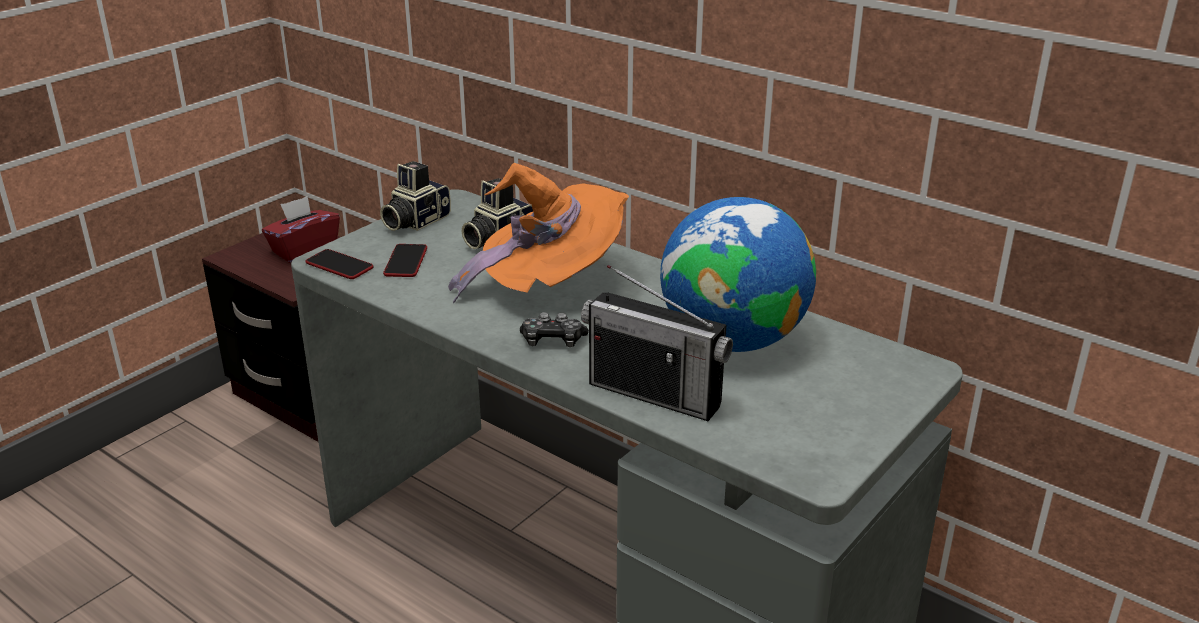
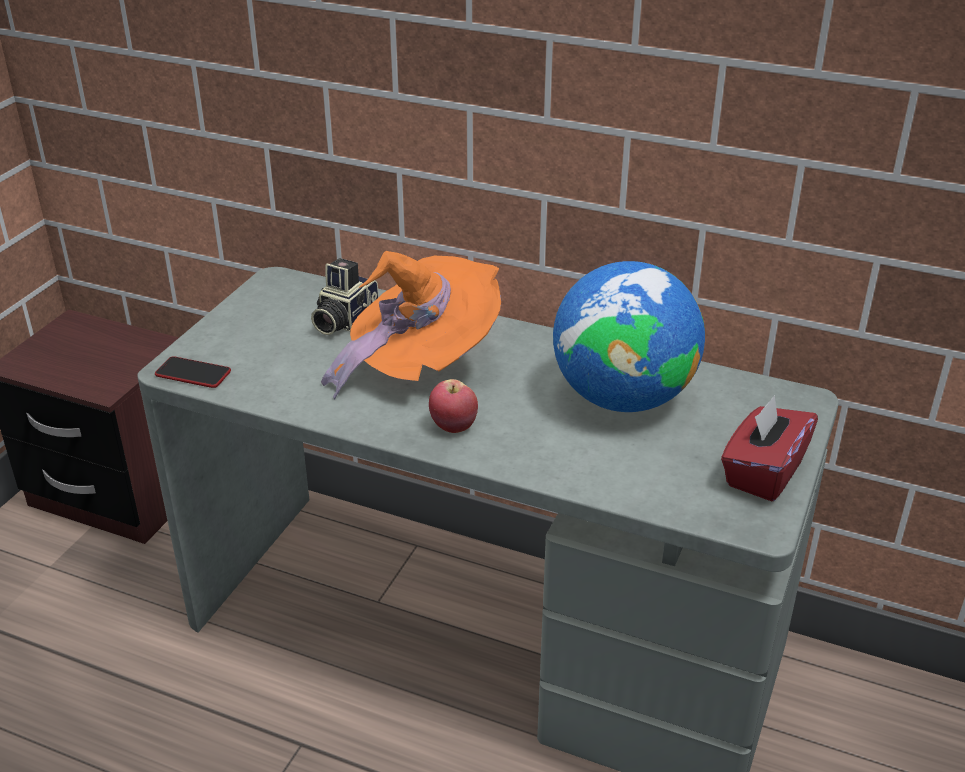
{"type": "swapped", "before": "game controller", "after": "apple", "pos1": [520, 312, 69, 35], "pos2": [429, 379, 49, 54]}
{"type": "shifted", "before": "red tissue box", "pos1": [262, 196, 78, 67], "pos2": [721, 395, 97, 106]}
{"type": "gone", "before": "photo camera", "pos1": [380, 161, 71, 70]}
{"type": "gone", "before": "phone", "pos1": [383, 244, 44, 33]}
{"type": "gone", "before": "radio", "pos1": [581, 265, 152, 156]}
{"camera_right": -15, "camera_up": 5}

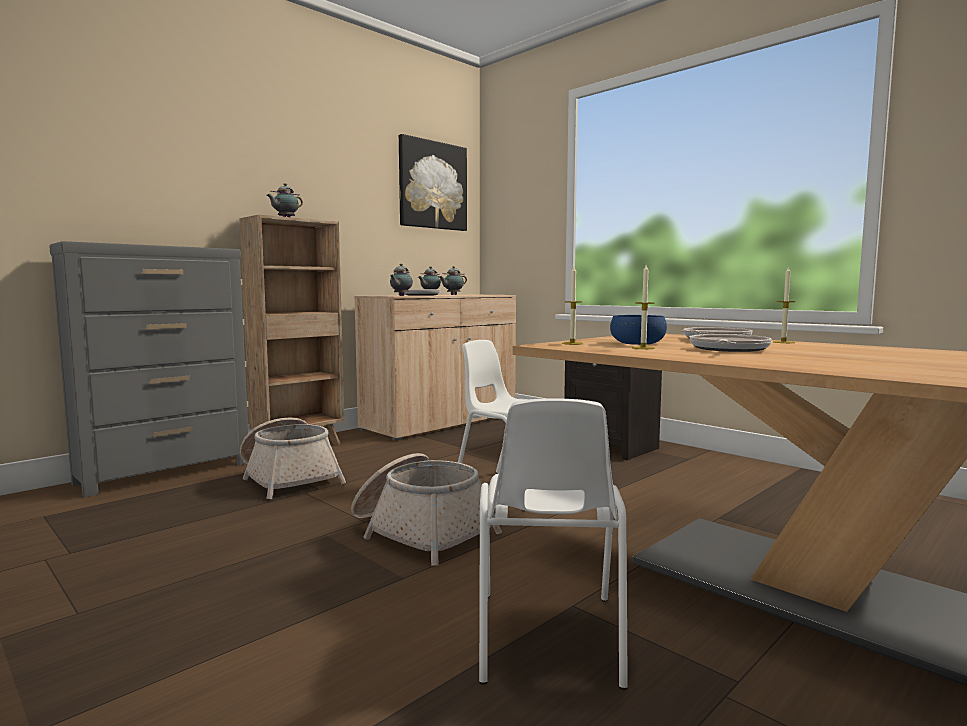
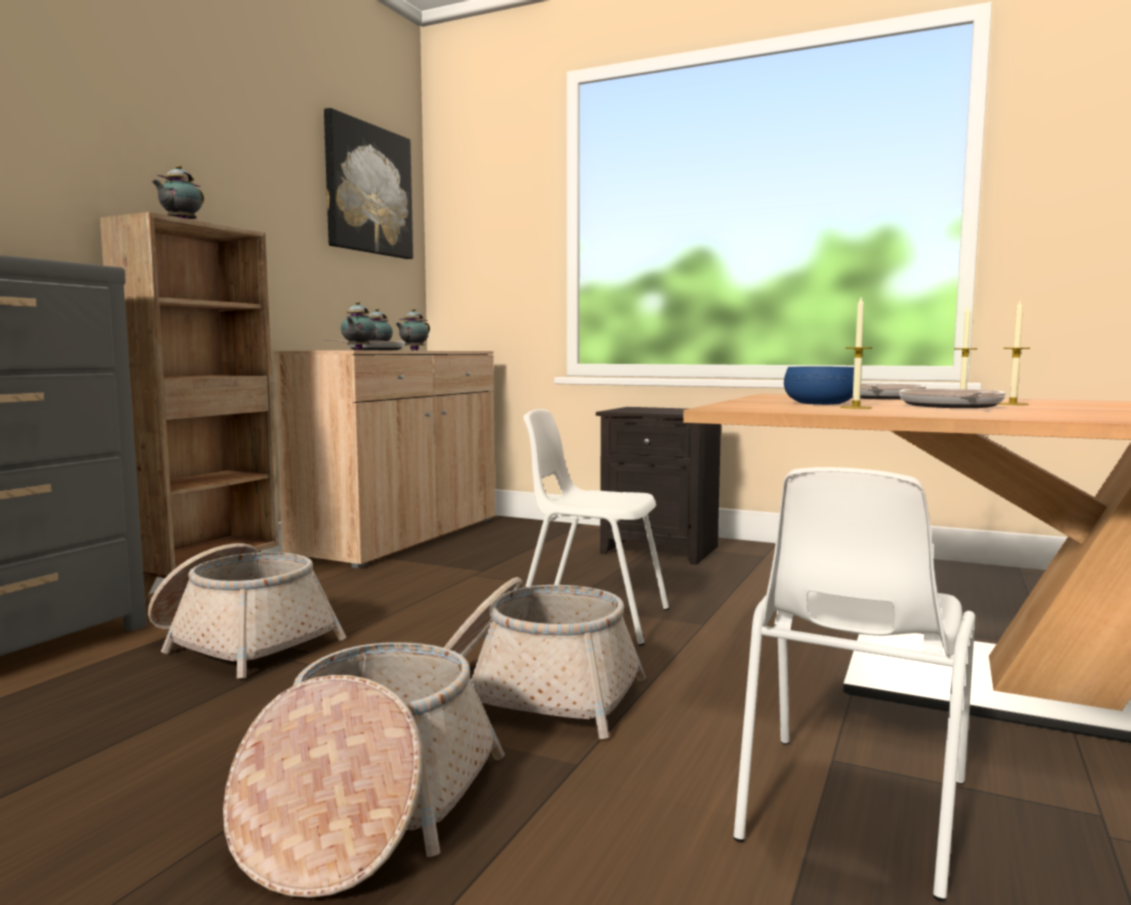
{"type": "new", "after": "basket", "pos2": [223, 642, 282, 256]}
{"type": "rotated", "before": "white chair", "pos1": [479, 398, 149, 292], "pos2": [733, 467, 242, 434], "turn": 45}
{"type": "shifted", "before": "candle", "pos1": [562, 267, 21, 78], "pos2": [999, 301, 31, 104]}
{"camera_right": -20, "camera_up": 0}

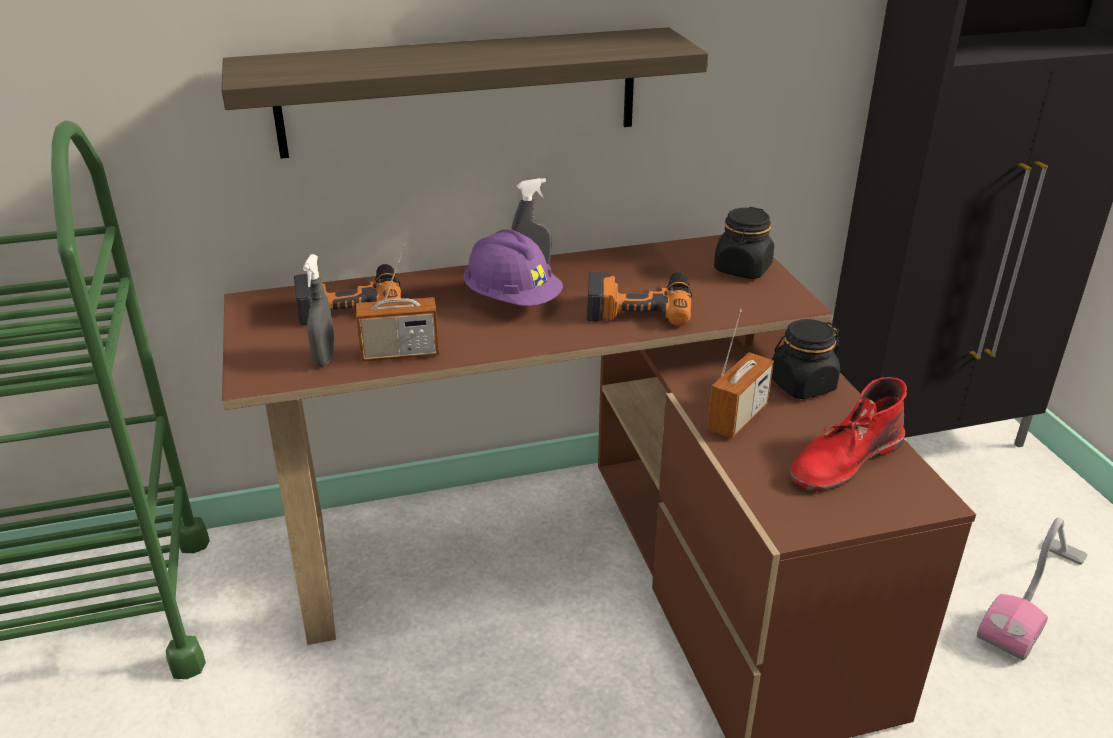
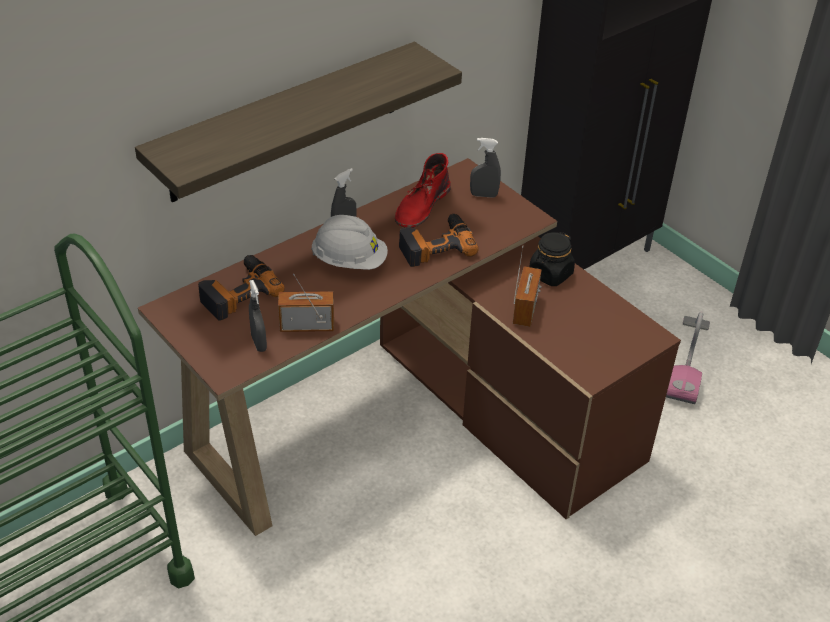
{"type": "rotated", "before": "radio", "pos1": [356, 243, 83, 119], "pos2": [278, 274, 56, 58], "turn": -150}
{"type": "repainted", "before": "purple hard hat", "after": "white hard hat", "pos1": [463, 229, 100, 77], "pos2": [311, 215, 77, 55]}
{"type": "shifted", "before": "red boot", "pos1": [789, 377, 118, 114], "pos2": [395, 153, 56, 75]}
{"type": "swapped", "before": "black jar", "after": "grey spray bottle", "pos1": [714, 207, 60, 72], "pos2": [470, 138, 31, 60]}
{"camera_right": -25, "camera_up": 10}

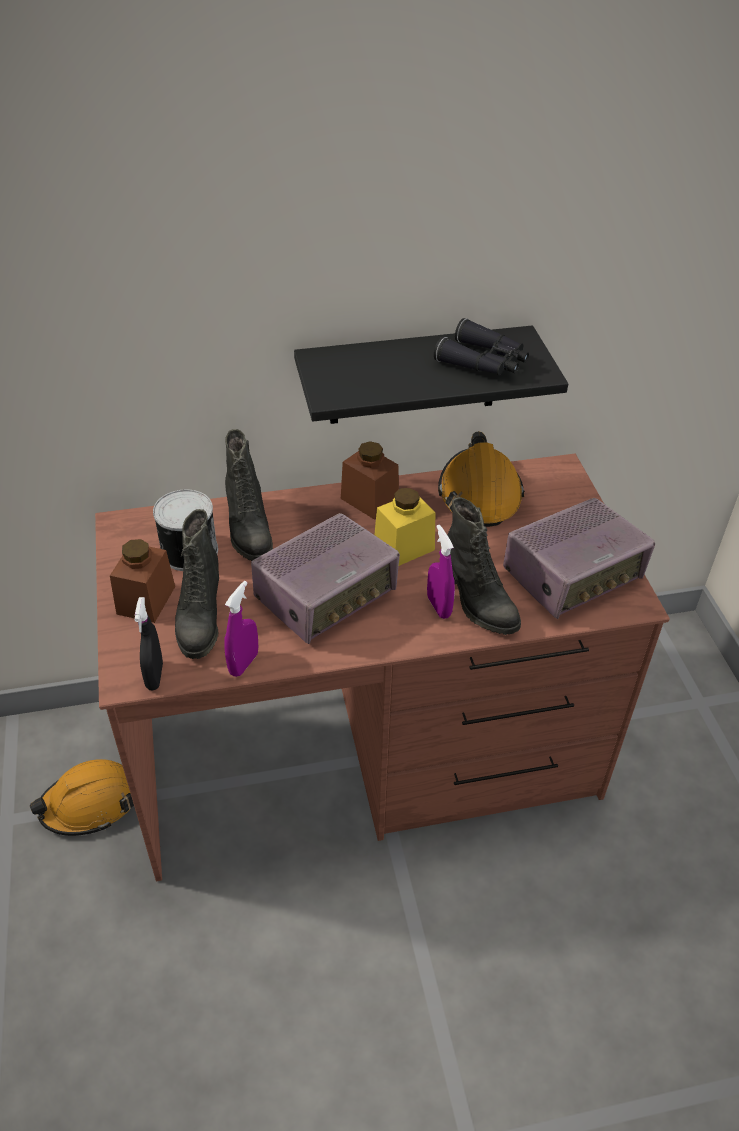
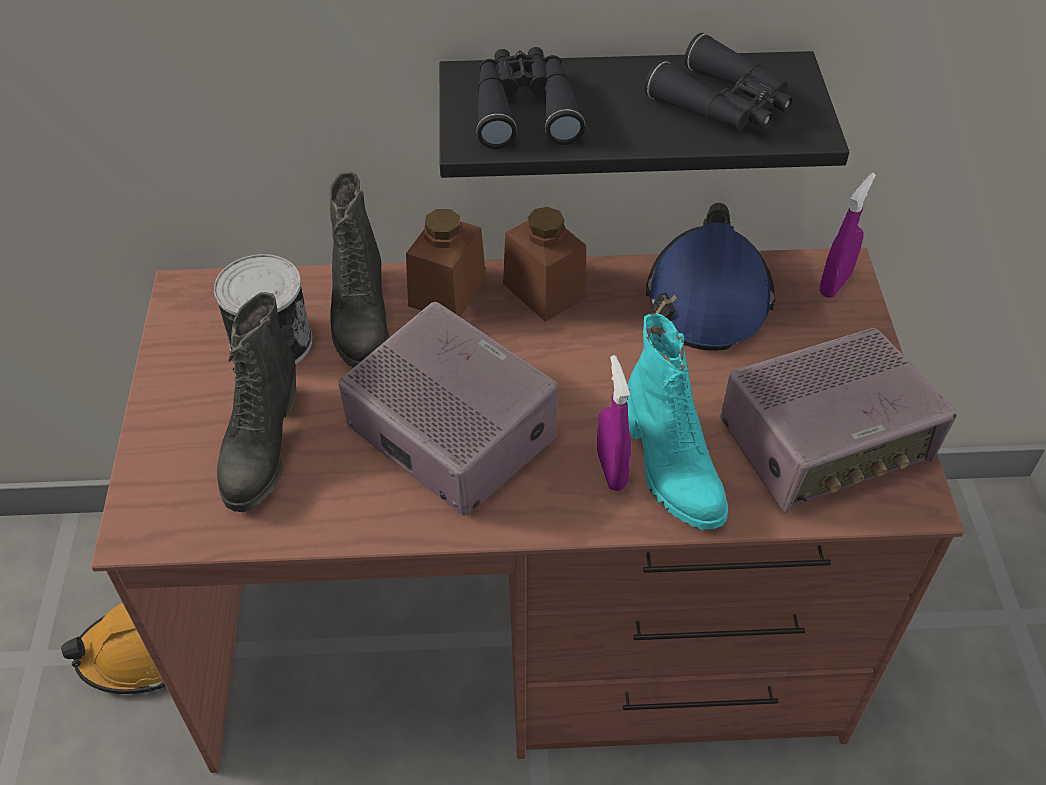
{"type": "rotated", "before": "radio", "pos1": [251, 513, 149, 131], "pos2": [339, 302, 219, 214], "turn": -105}
{"type": "shifted", "before": "brown jar", "pos1": [110, 539, 65, 84], "pos2": [406, 209, 80, 108]}
{"type": "new", "after": "black binoculars", "pos2": [476, 47, 109, 102]}
{"type": "repainted", "before": "black boot", "after": "turquoise boot", "pos1": [447, 497, 74, 138], "pos2": [627, 313, 101, 217]}
{"type": "repainted", "before": "orange hard hat", "after": "blue hard hat", "pos1": [438, 431, 87, 96], "pos2": [646, 203, 129, 148]}
{"type": "shifted", "before": "purple spray bottle", "pos1": [224, 581, 34, 96], "pos2": [819, 173, 57, 125]}
{"type": "gone", "before": "black spray bottle", "pos1": [135, 597, 28, 94]}
{"type": "gone", "before": "yellow jar", "pos1": [374, 488, 61, 78]}
{"camera_right": 10, "camera_up": 5}

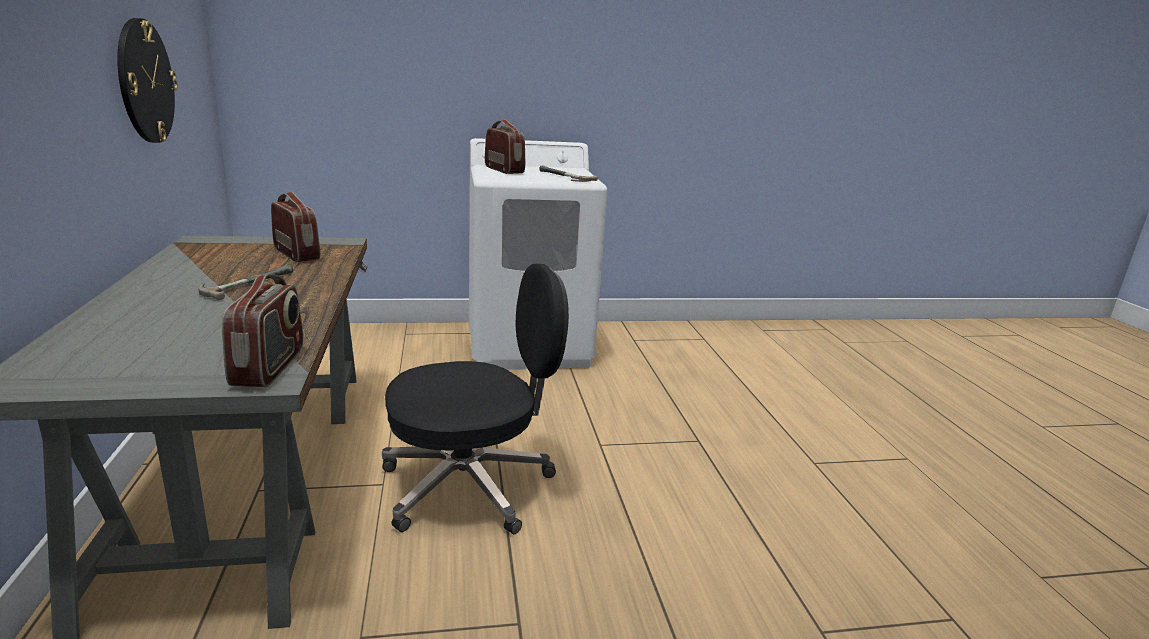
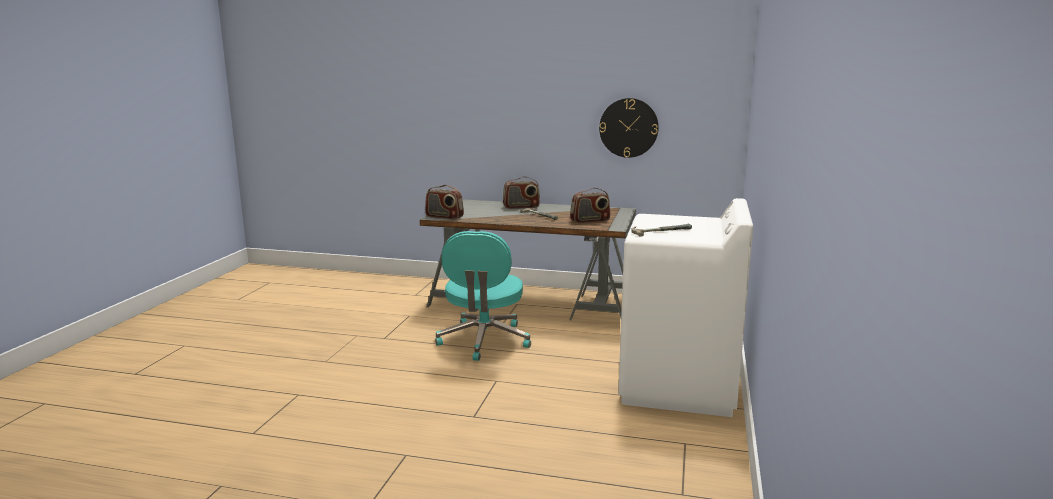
{"type": "repainted", "before": "black office chair", "after": "turquoise office chair", "pos1": [382, 264, 187, 270], "pos2": [435, 231, 96, 130]}
{"type": "shifted", "before": "radio", "pos1": [485, 119, 40, 55], "pos2": [503, 176, 37, 33]}
{"camera_right": 115, "camera_up": -5}

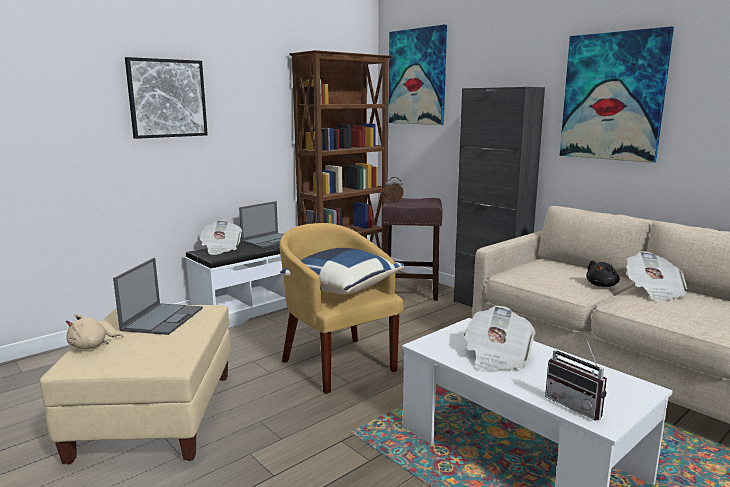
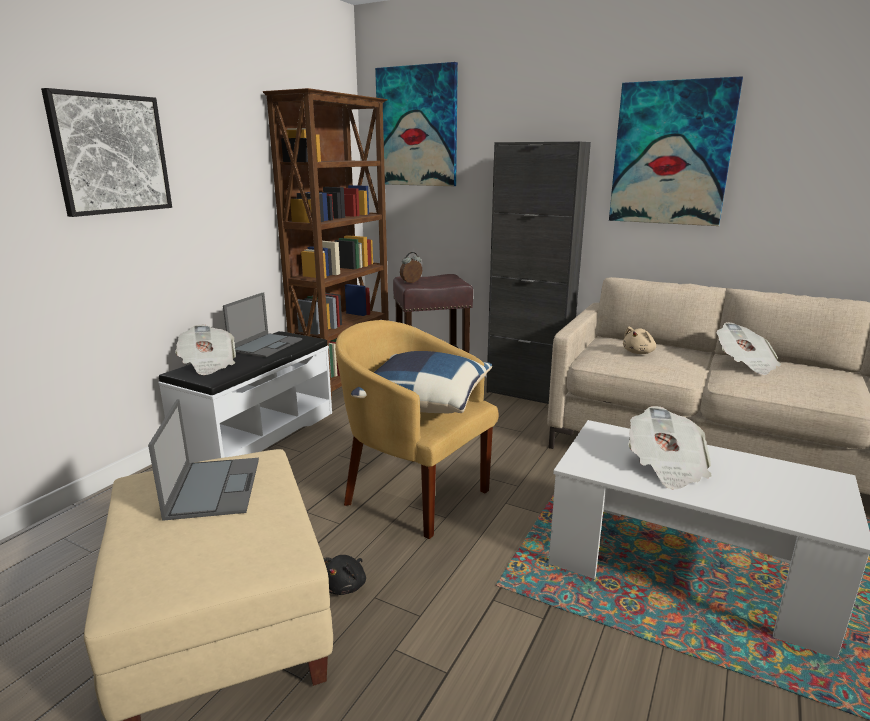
{"type": "shifted", "before": "black plush toy", "pos1": [586, 260, 34, 27], "pos2": [323, 555, 43, 40]}
{"type": "shifted", "before": "beige plush toy", "pos1": [66, 314, 58, 35], "pos2": [623, 327, 33, 27]}
{"type": "gone", "before": "radio", "pos1": [545, 338, 62, 83]}
{"camera_right": -20, "camera_up": 5}

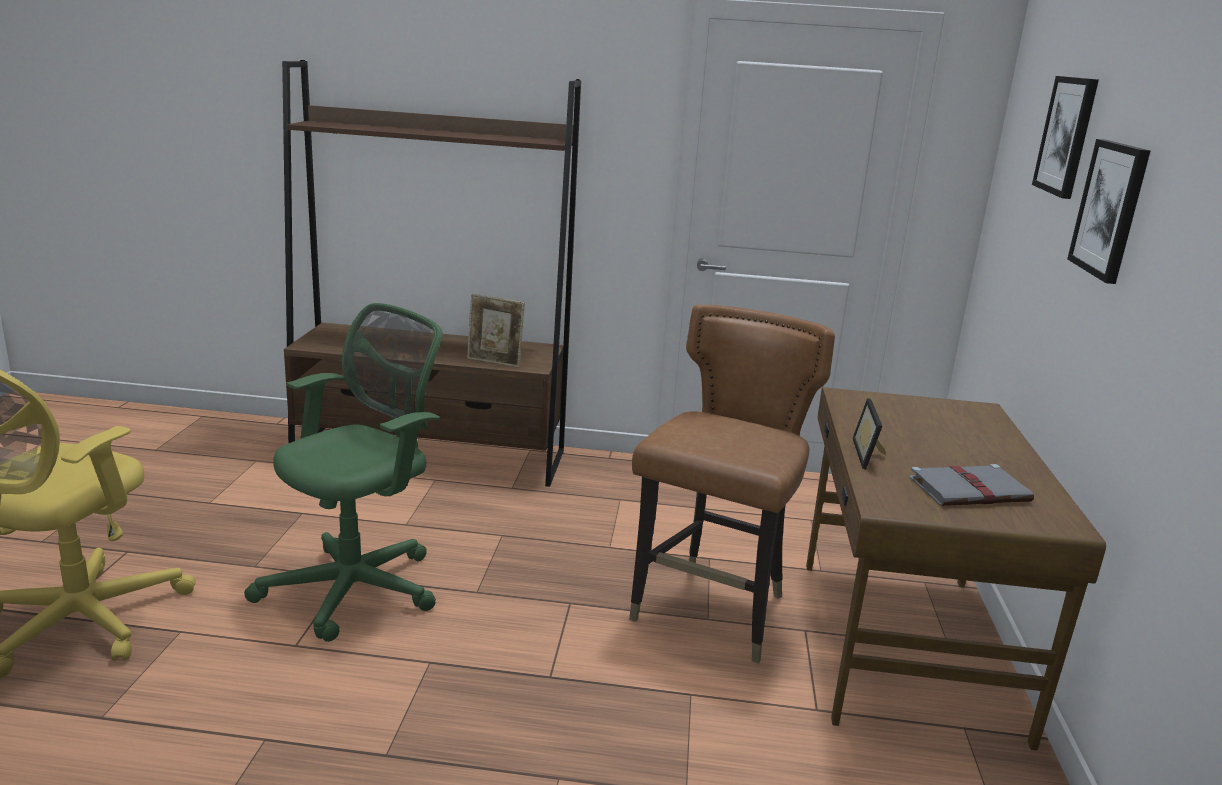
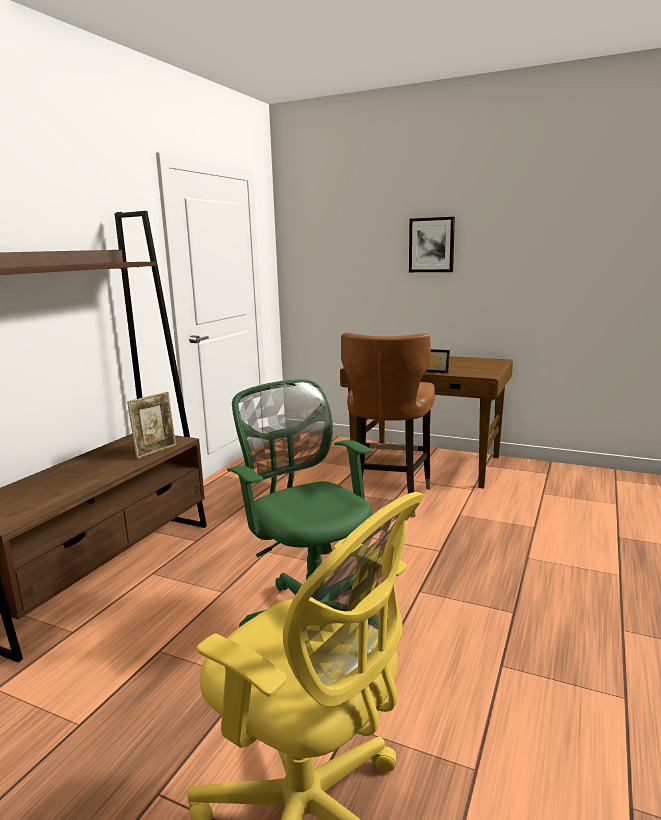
{"type": "rotated", "before": "brown chair", "pos1": [629, 305, 206, 359], "pos2": [341, 332, 95, 185], "turn": -120}
{"type": "gone", "before": "grey book", "pos1": [909, 464, 125, 42]}
{"type": "gone", "before": "picture", "pos1": [1032, 76, 67, 123]}
{"camera_right": -70, "camera_up": -5}

